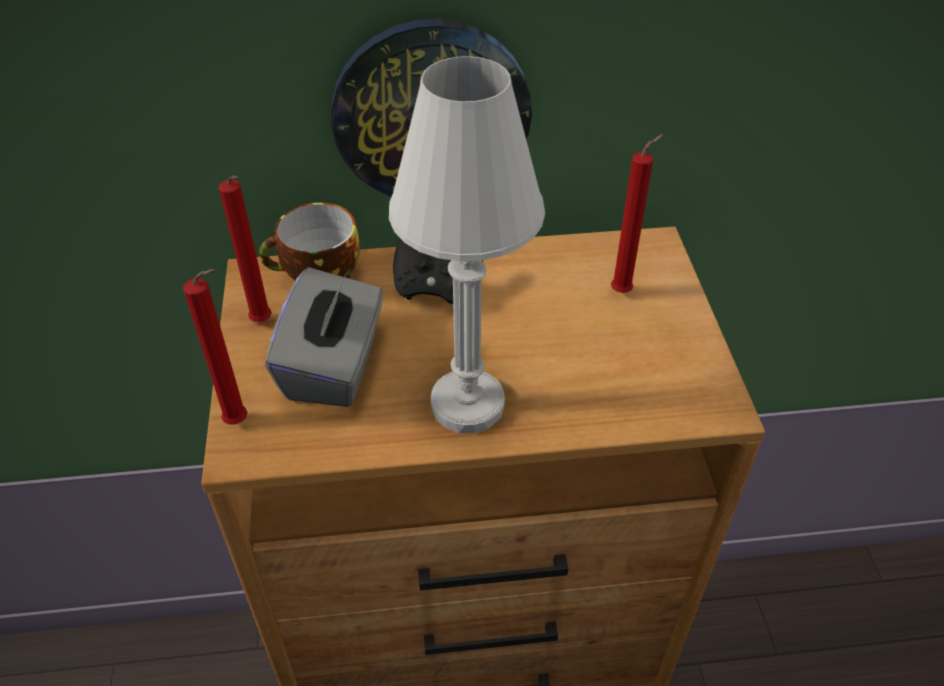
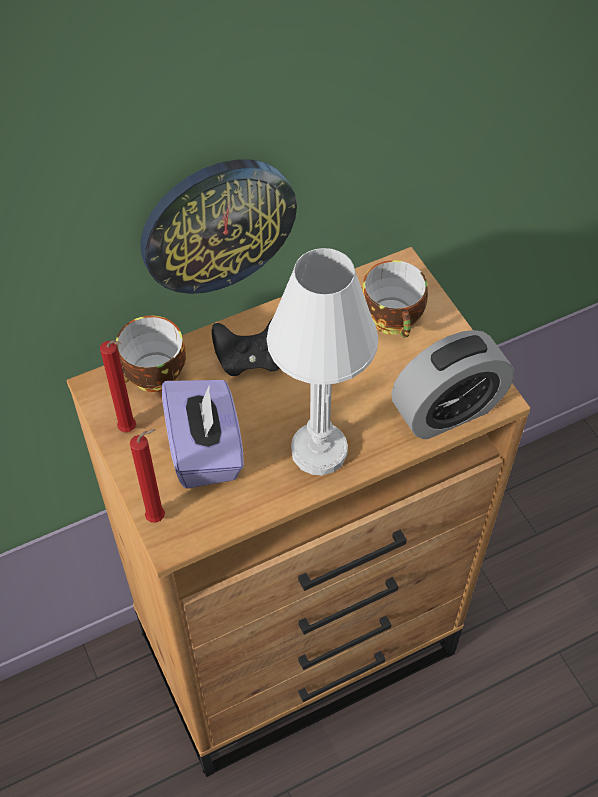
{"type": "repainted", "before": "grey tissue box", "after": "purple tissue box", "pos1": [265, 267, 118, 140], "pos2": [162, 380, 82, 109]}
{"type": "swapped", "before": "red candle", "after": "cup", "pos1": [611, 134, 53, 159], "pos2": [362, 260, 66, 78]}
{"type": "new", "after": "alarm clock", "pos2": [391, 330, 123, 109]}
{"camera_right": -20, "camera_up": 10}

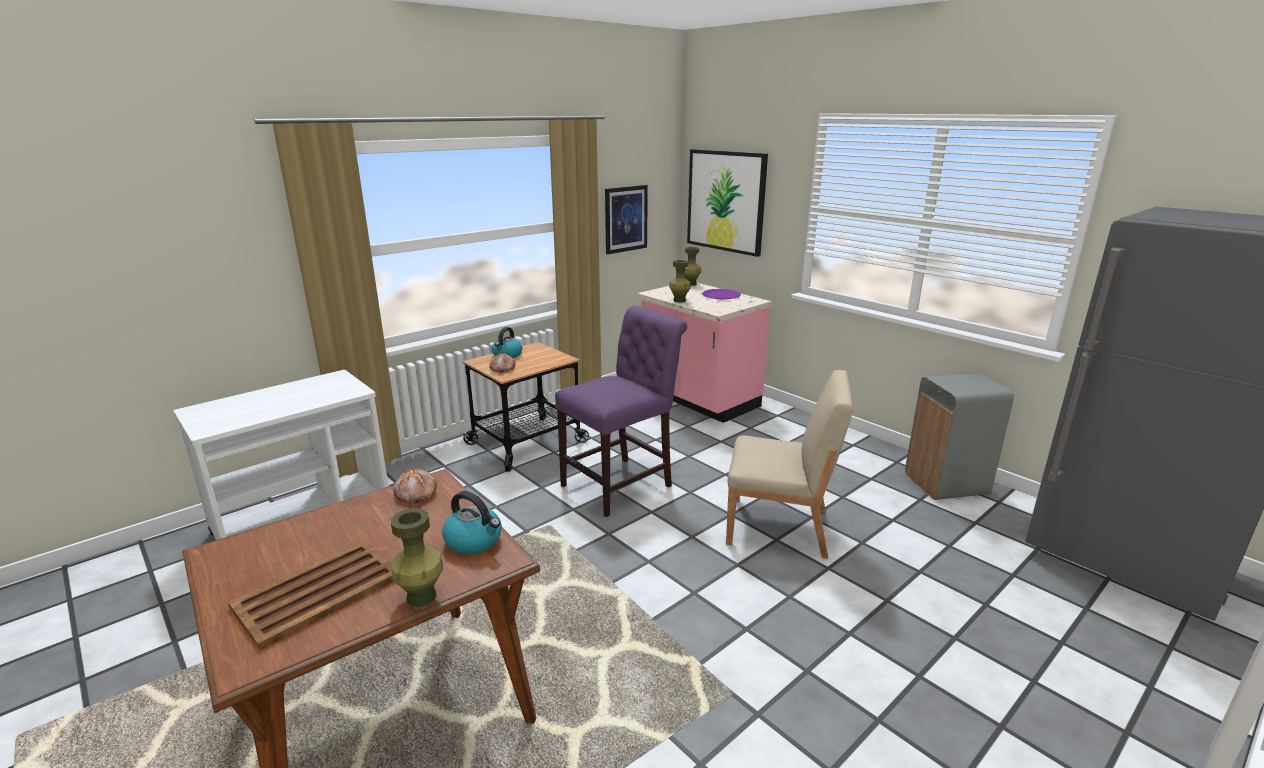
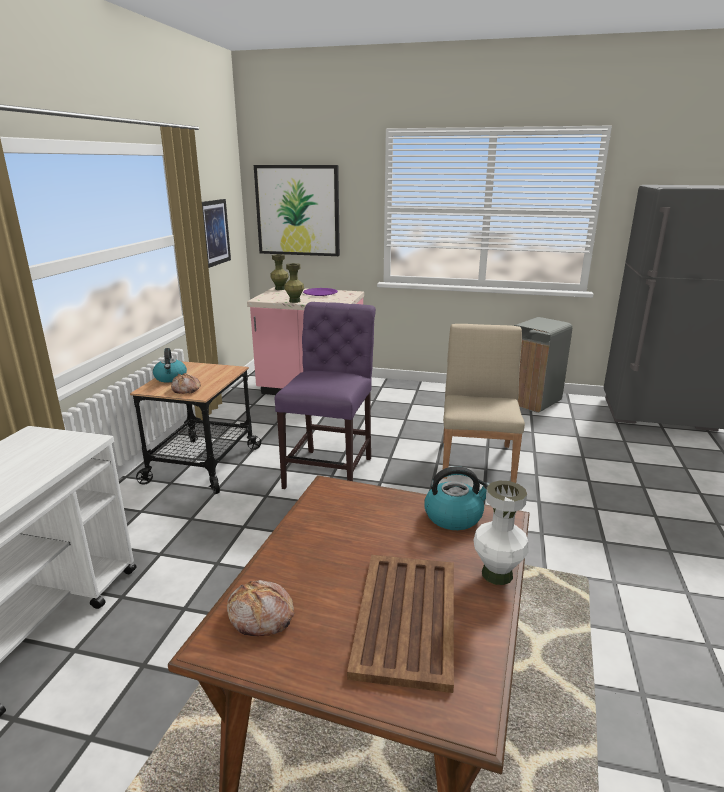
{"type": "shifted", "before": "bread", "pos1": [394, 468, 43, 35], "pos2": [227, 580, 67, 56]}
{"type": "rotated", "before": "beige chair", "pos1": [726, 370, 127, 189], "pos2": [443, 324, 82, 159], "turn": -60}
{"type": "repainted", "before": "green vase", "after": "white vase", "pos1": [391, 508, 52, 99], "pos2": [473, 481, 56, 104]}
{"camera_right": -35, "camera_up": 0}

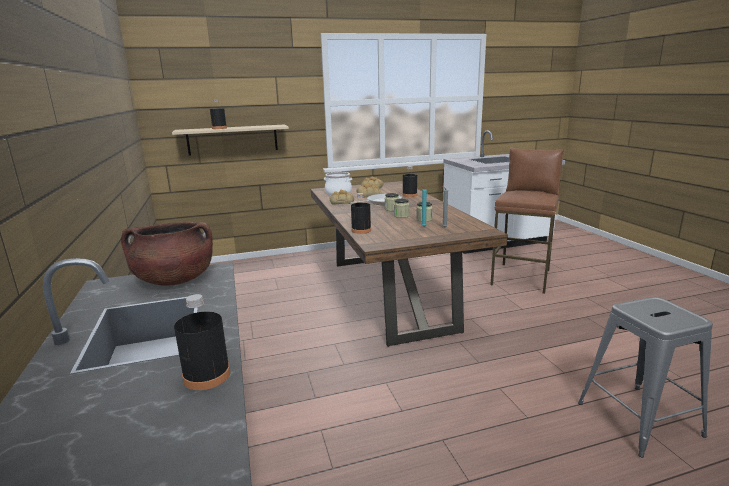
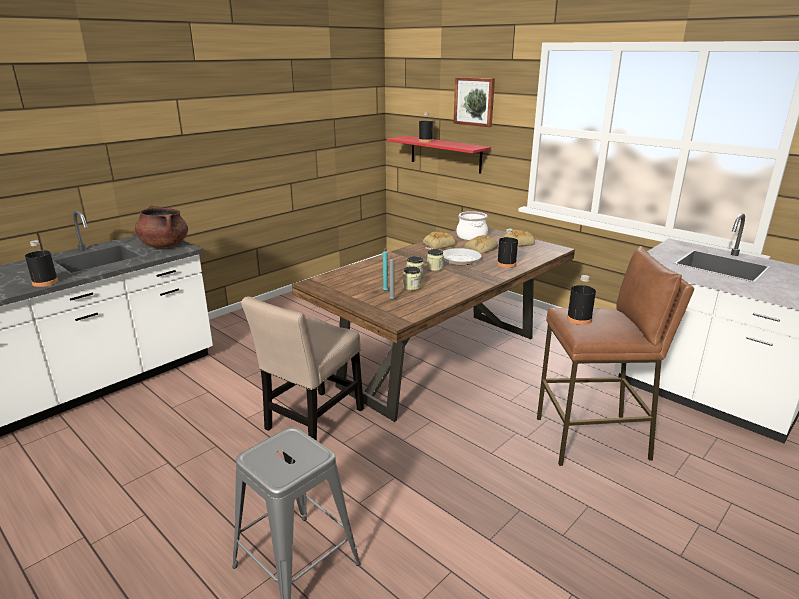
{"type": "new", "after": "beige chair", "pos2": [241, 296, 123, 145]}
{"type": "repainted", "before": "beige shelf", "after": "red shelf", "pos1": [172, 124, 117, 32], "pos2": [387, 136, 104, 37]}
{"type": "new", "after": "picture", "pos2": [454, 77, 41, 50]}
{"type": "shifted", "before": "black bottle", "pos1": [351, 193, 20, 41], "pos2": [567, 275, 29, 50]}
{"camera_right": 60, "camera_up": 5}

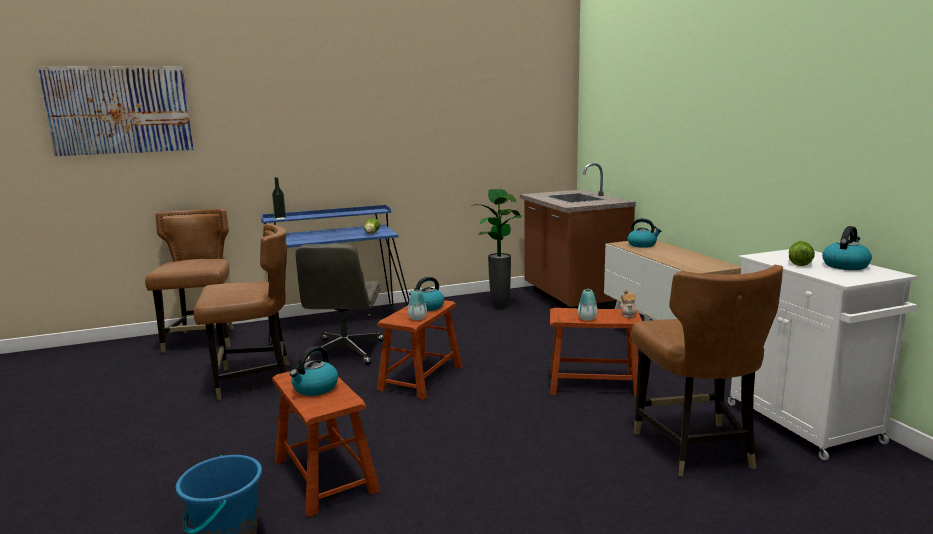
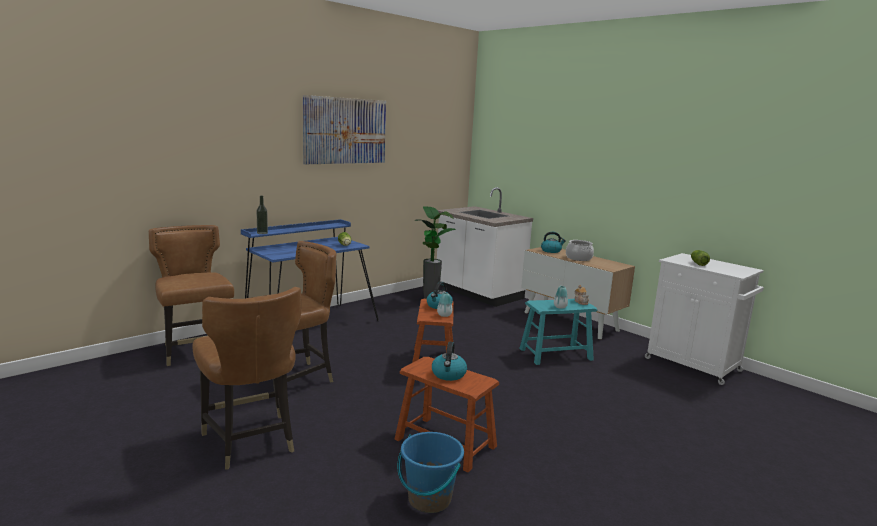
{"type": "shifted", "before": "brown chair", "pos1": [631, 265, 152, 212], "pos2": [192, 287, 109, 182]}
{"type": "shifted", "before": "picture", "pos1": [37, 66, 157, 90], "pos2": [303, 95, 83, 69]}
{"type": "repainted", "before": "brown counter", "after": "white counter", "pos1": [520, 163, 116, 146], "pos2": [437, 187, 96, 120]}
{"type": "repainted", "before": "brown stool", "after": "turquoise stool", "pos1": [550, 308, 92, 90], "pos2": [519, 299, 78, 66]}
{"type": "new", "after": "cooking pot", "pos2": [566, 240, 28, 21]}
{"type": "gone", "before": "grey office chair", "pos1": [296, 244, 88, 121]}
{"type": "gone", "before": "kettle", "pos1": [822, 226, 50, 44]}
{"camera_right": -25, "camera_up": 0}

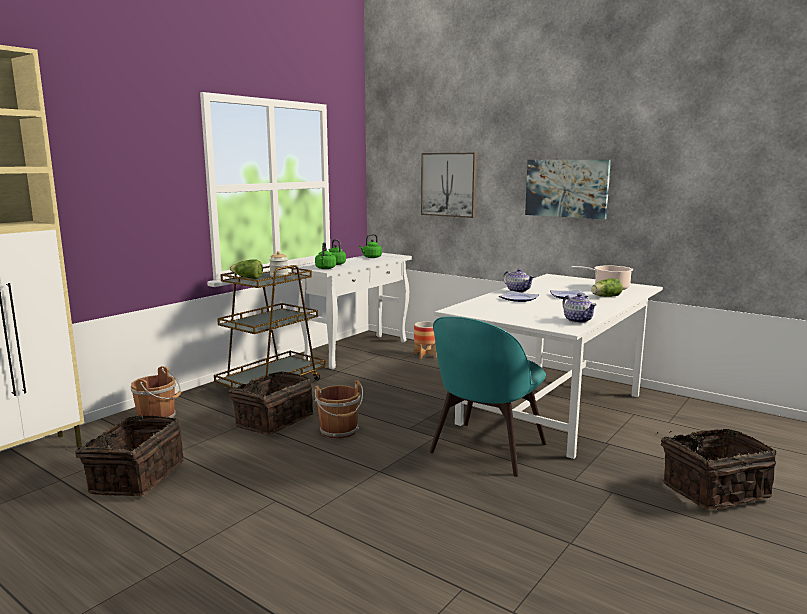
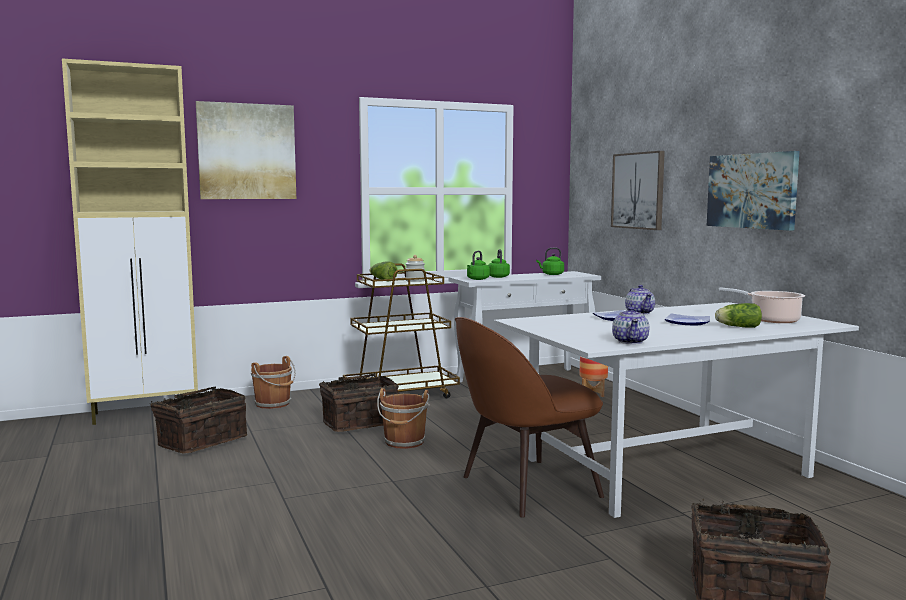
{"type": "new", "after": "picture", "pos2": [196, 101, 100, 98]}
{"type": "repainted", "before": "turquoise chair", "after": "brown chair", "pos1": [429, 317, 117, 160], "pos2": [455, 317, 149, 201]}
{"camera_right": 30, "camera_up": -5}

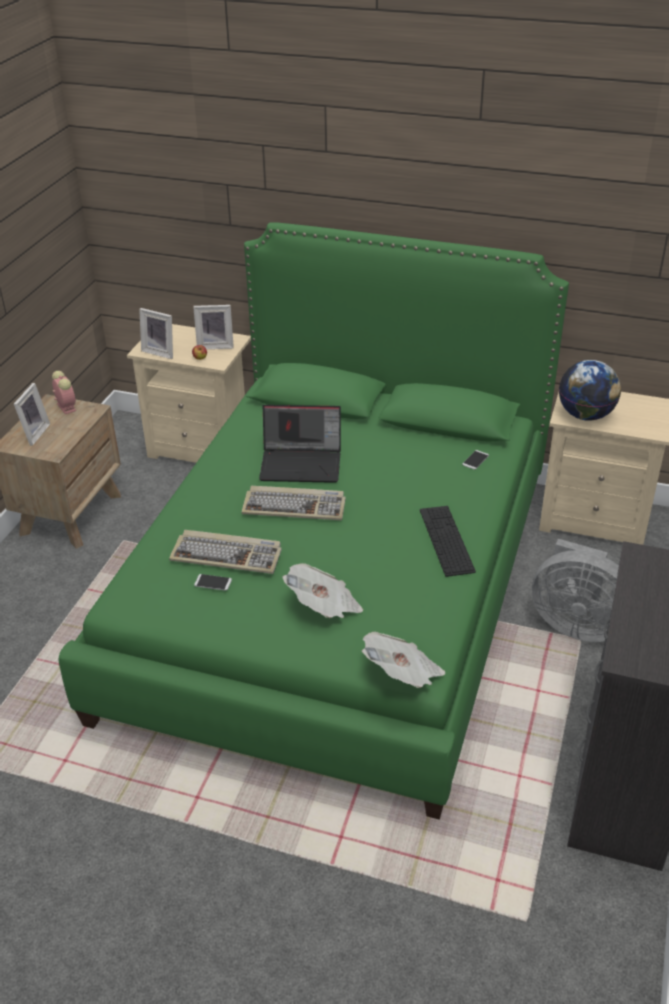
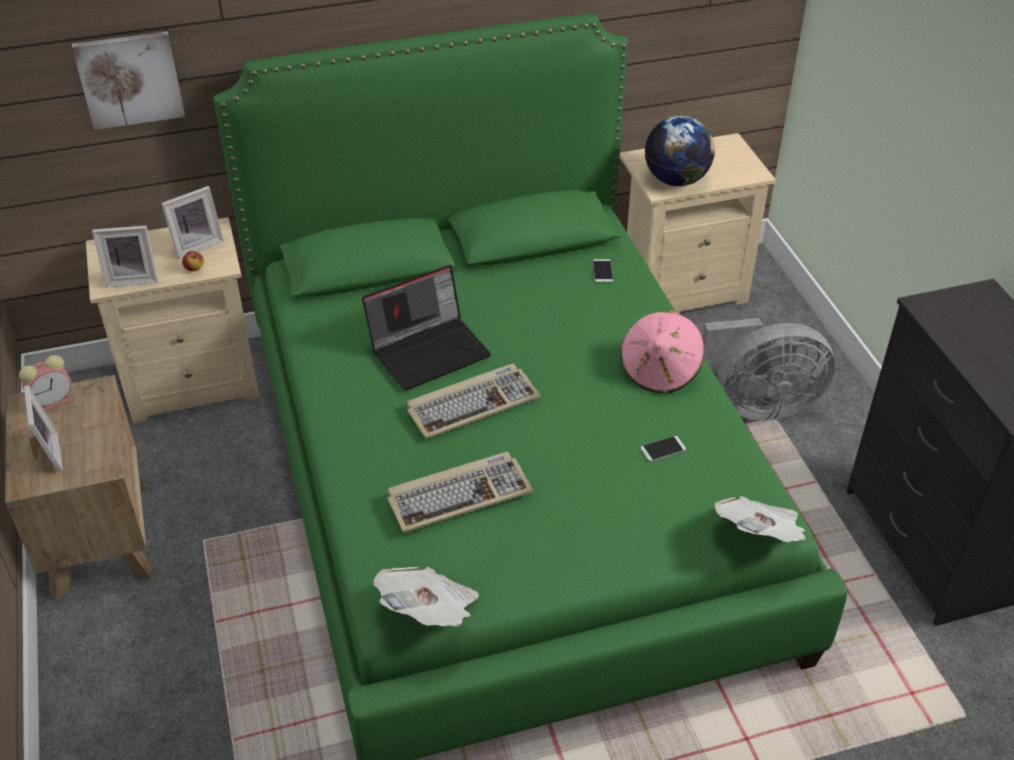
{"type": "rotated", "before": "alarm clock", "pos1": [52, 371, 24, 43], "pos2": [19, 355, 53, 57], "turn": 120}
{"type": "new", "after": "picture", "pos2": [72, 31, 113, 99]}
{"type": "shifted", "before": "newspaper", "pos1": [282, 563, 81, 55], "pos2": [373, 567, 106, 60]}
{"type": "swapped", "before": "keyboard", "after": "pink hat", "pos1": [420, 506, 56, 71], "pos2": [621, 310, 83, 84]}
{"type": "shifted", "before": "phone", "pos1": [194, 574, 38, 17], "pos2": [640, 436, 46, 26]}
{"camera_right": -35, "camera_up": 5}

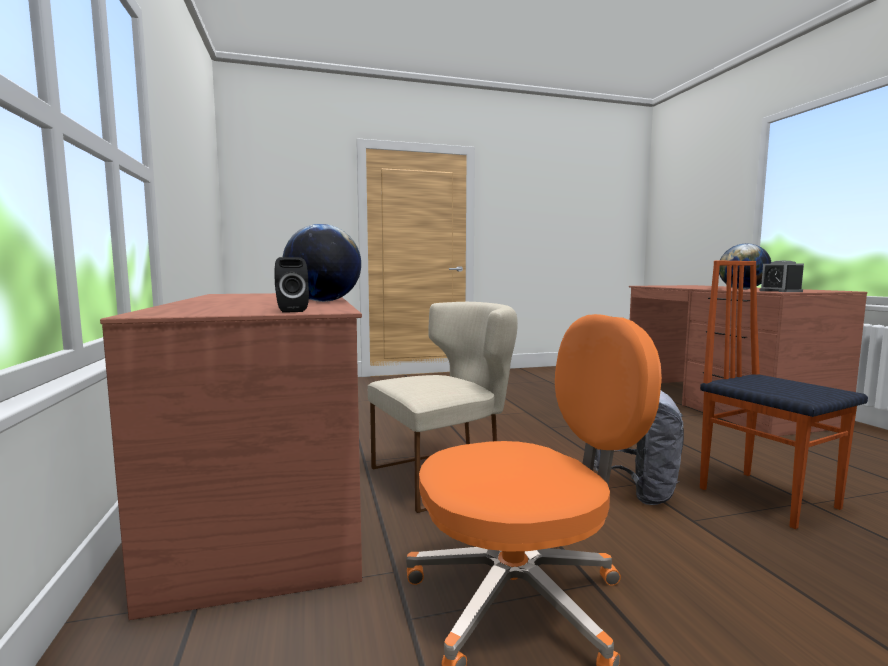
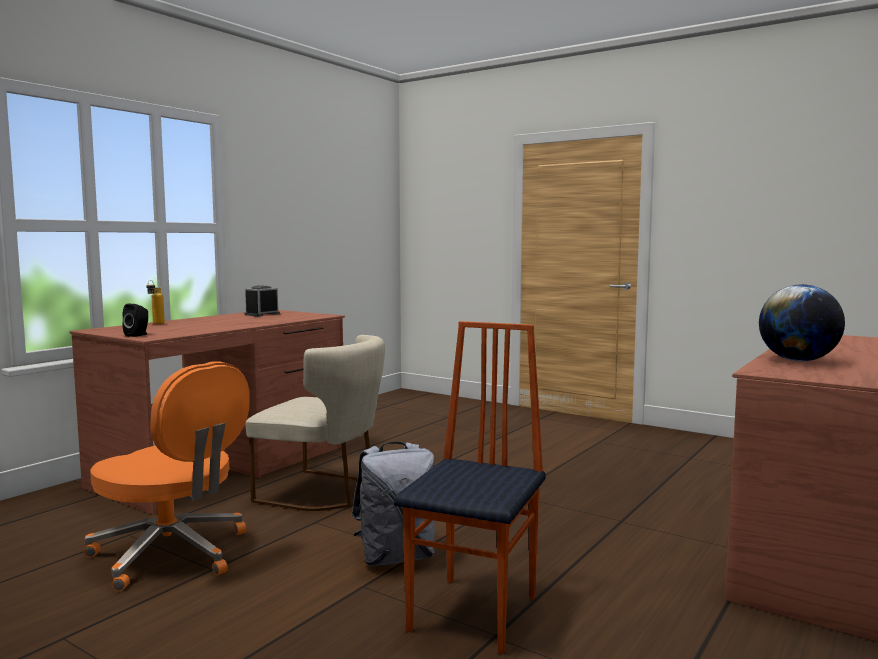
{"type": "new", "after": "bottle", "pos2": [146, 280, 19, 44]}
{"type": "shifted", "before": "alarm clock", "pos1": [760, 261, 44, 31], "pos2": [245, 285, 35, 31]}
{"type": "gone", "before": "globe", "pos1": [283, 224, 78, 78]}
{"camera_right": 50, "camera_up": 0}

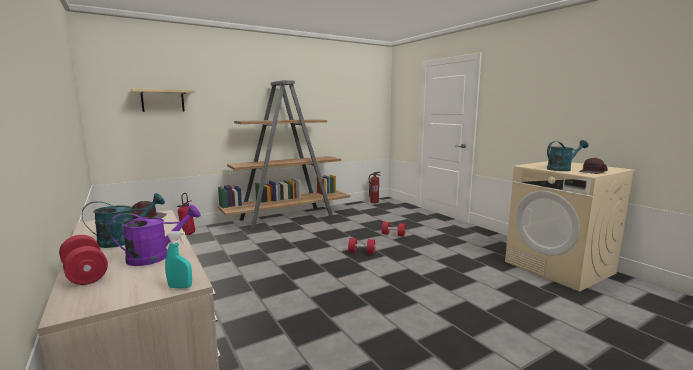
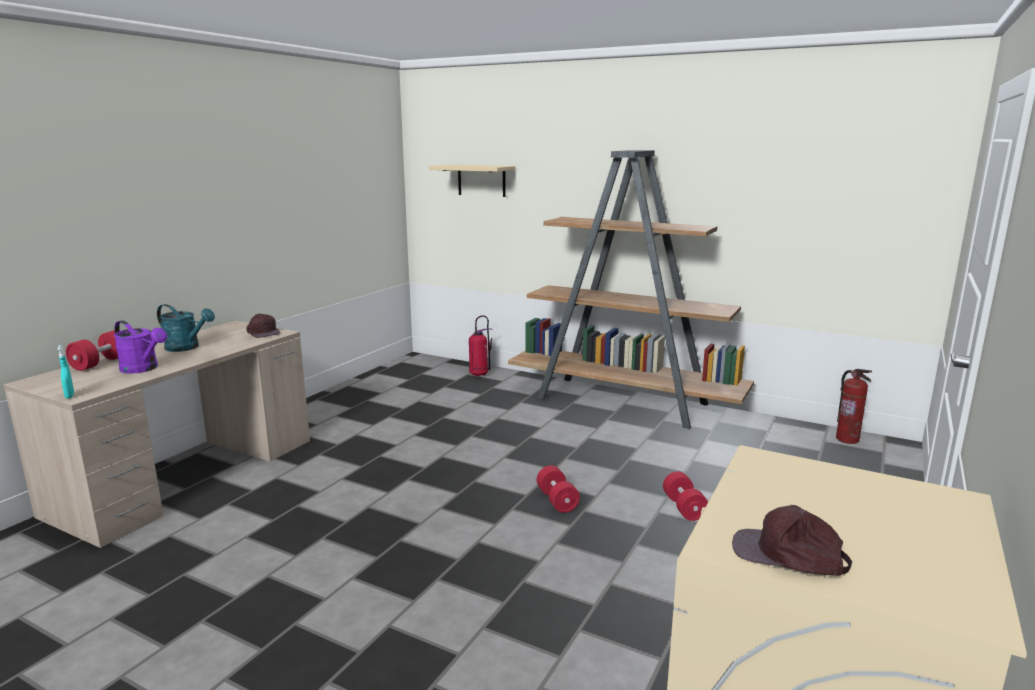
{"type": "gone", "before": "turquoise watering can", "pos1": [547, 140, 41, 31]}
{"camera_right": 60, "camera_up": 5}

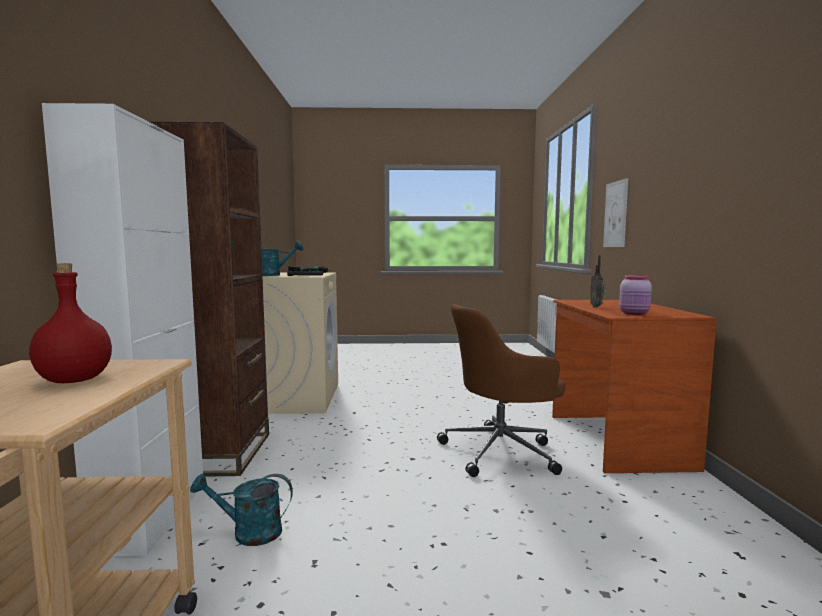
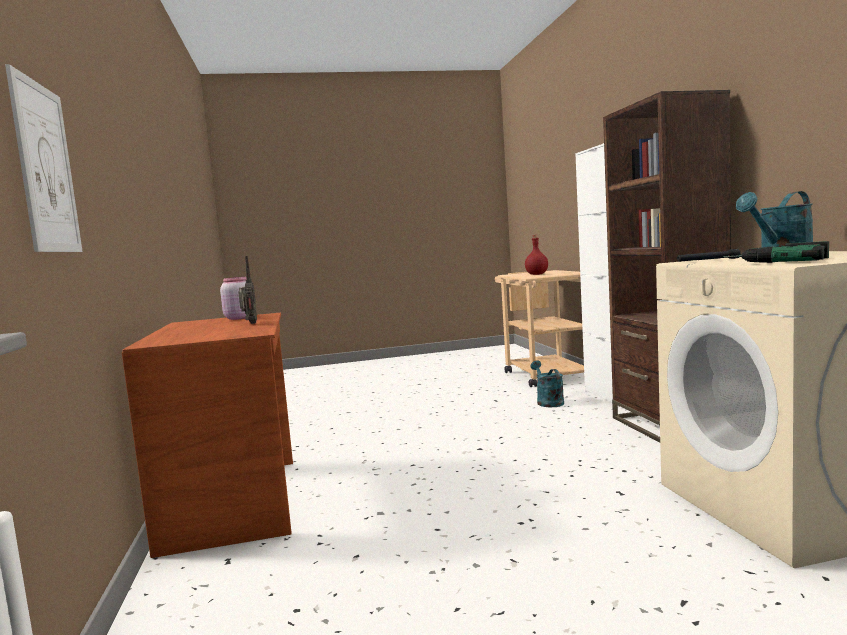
{"type": "rotated", "before": "turquoise watering can", "pos1": [190, 474, 103, 72], "pos2": [530, 360, 34, 47], "turn": -90}
{"type": "gone", "before": "brown office chair", "pos1": [437, 304, 129, 173]}
{"camera_right": 170, "camera_up": 0}

